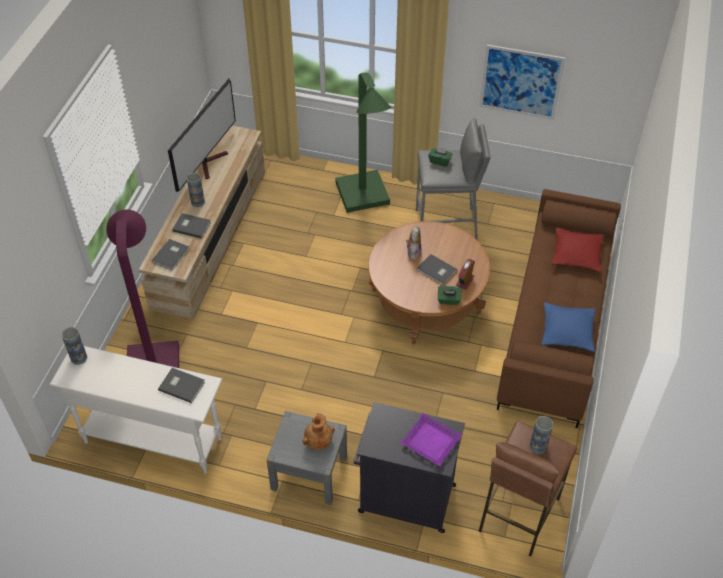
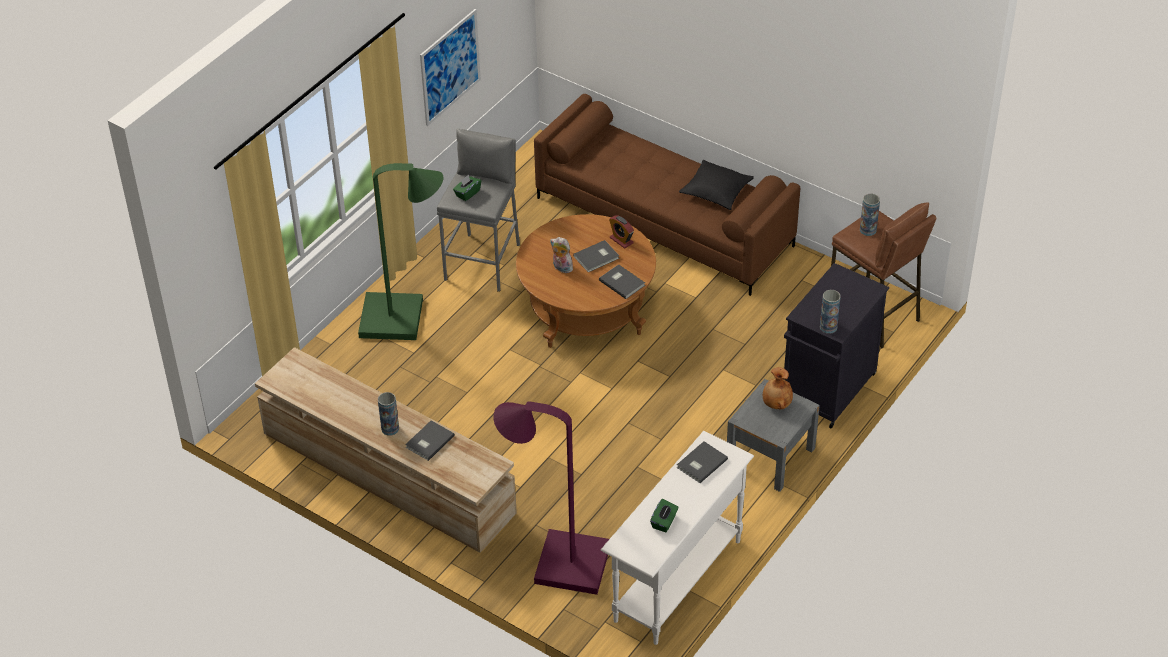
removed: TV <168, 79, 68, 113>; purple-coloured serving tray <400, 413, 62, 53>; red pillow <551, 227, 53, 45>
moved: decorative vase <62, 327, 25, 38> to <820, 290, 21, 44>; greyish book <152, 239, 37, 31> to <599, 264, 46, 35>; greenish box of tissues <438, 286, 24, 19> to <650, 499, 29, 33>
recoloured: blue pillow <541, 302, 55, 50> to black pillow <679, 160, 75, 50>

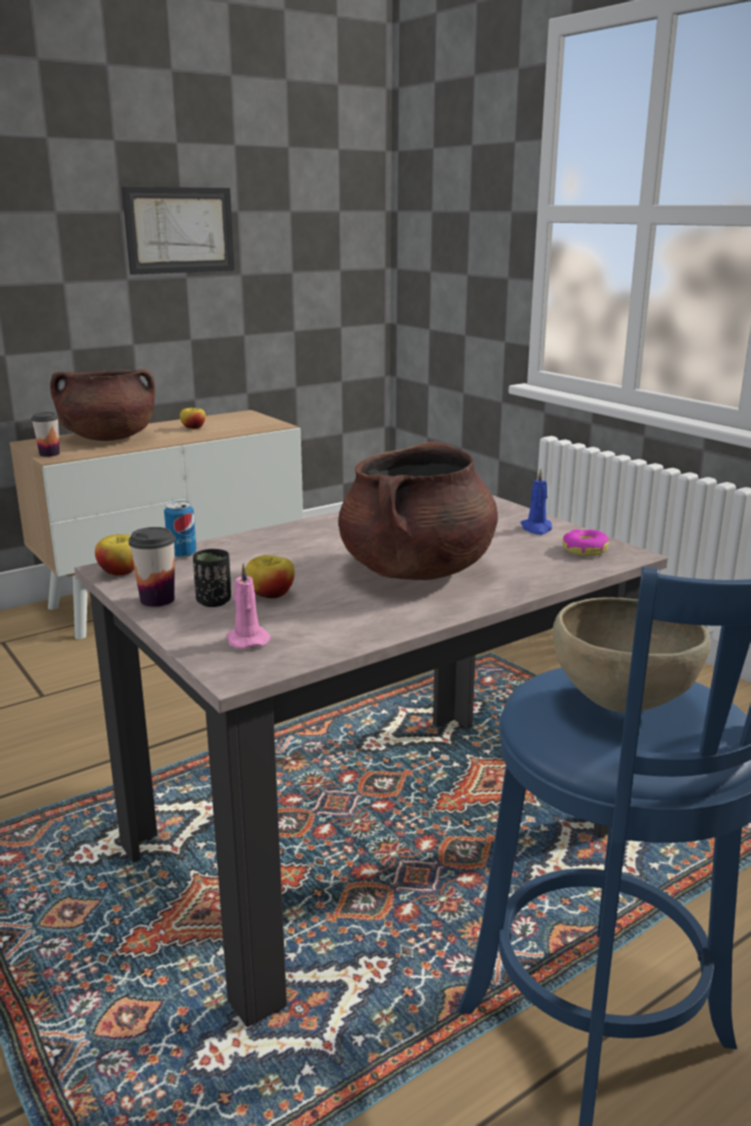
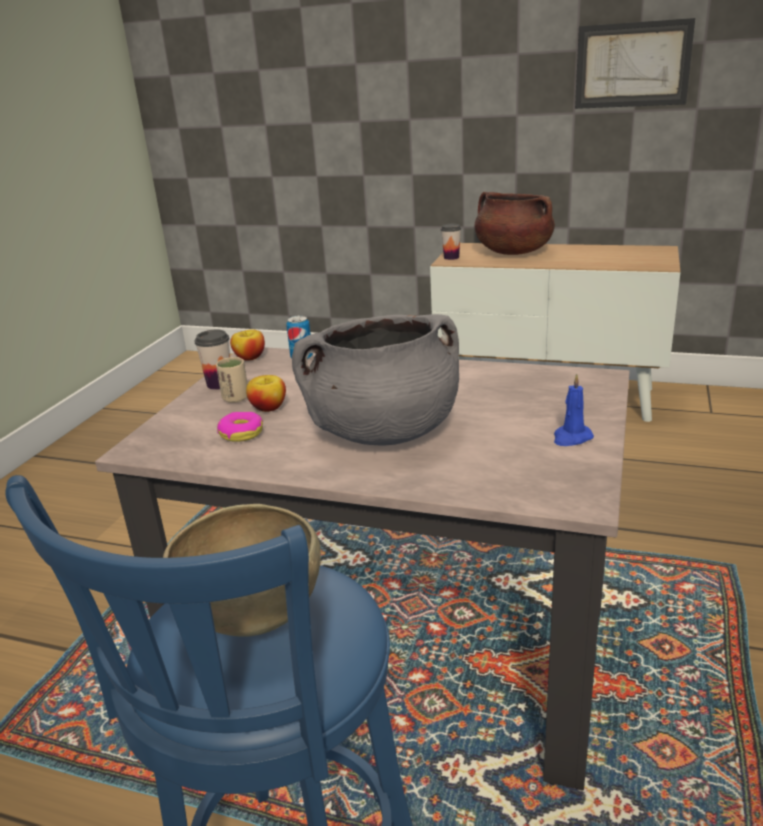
removed: apple <180, 408, 26, 21>; pinkish wax light <226, 563, 45, 86>
moved: donut <562, 529, 47, 27> to <217, 412, 46, 30>
recoloured: black drinking cup <193, 549, 38, 58> to beige-coloured drinking cup <216, 357, 32, 46>; brown stockpot <338, 441, 160, 139> to greyish stockpot <292, 314, 167, 132>

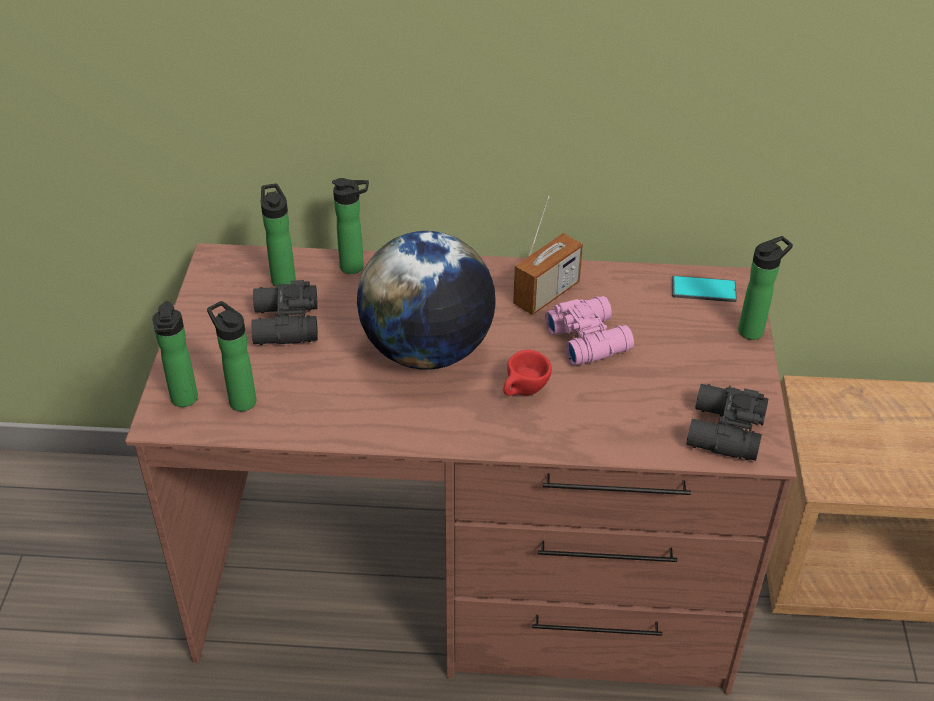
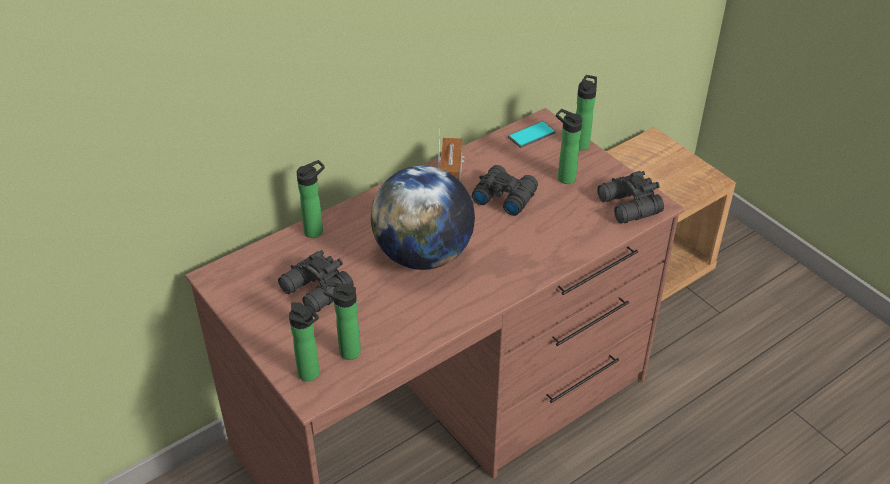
removed: red drinking cup <503, 349, 49, 47>
moved: beverage bottle <261, 184, 35, 103> to <556, 109, 26, 75>
recoloured: pinkish pair of binoculars <545, 296, 89, 69> to black pair of binoculars <472, 165, 66, 51>

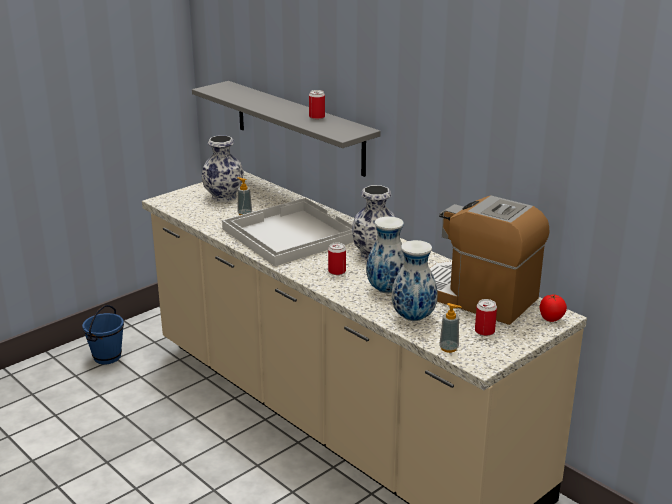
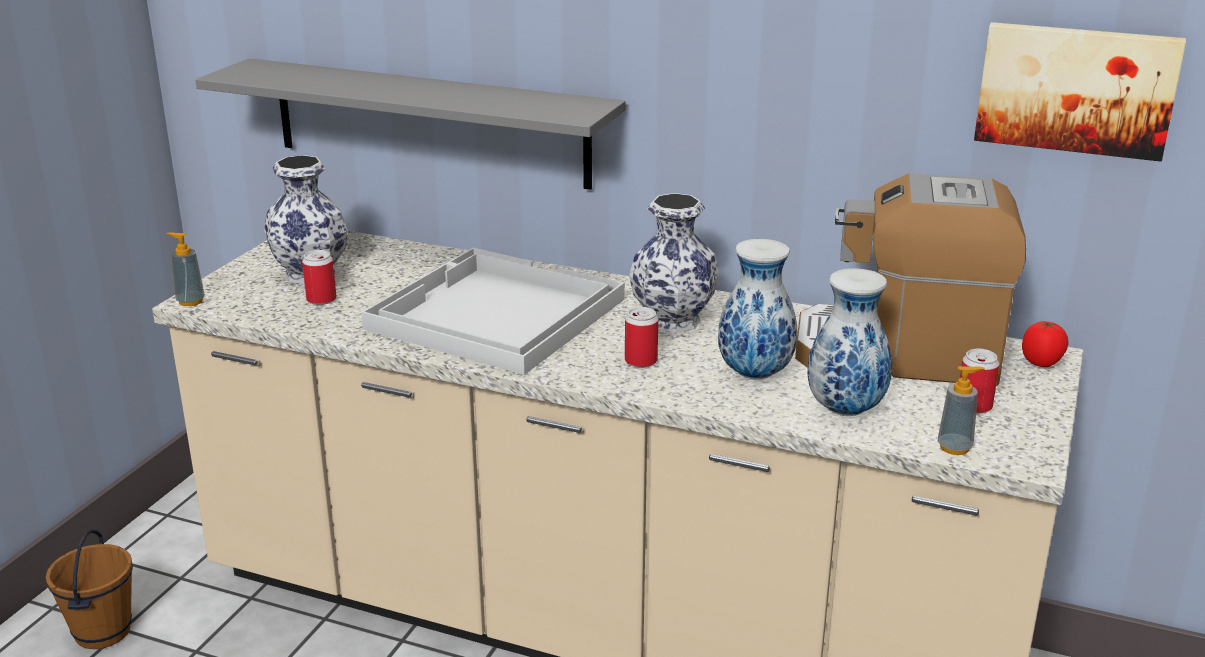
added: wall art <974, 22, 212, 140>
moved: soap dispenser <237, 177, 15, 38> to <166, 232, 39, 74>; sealed can <309, 90, 16, 30> to <302, 250, 35, 55>
recoloured: blue pail <82, 305, 42, 59> to brown pail <46, 529, 87, 120>

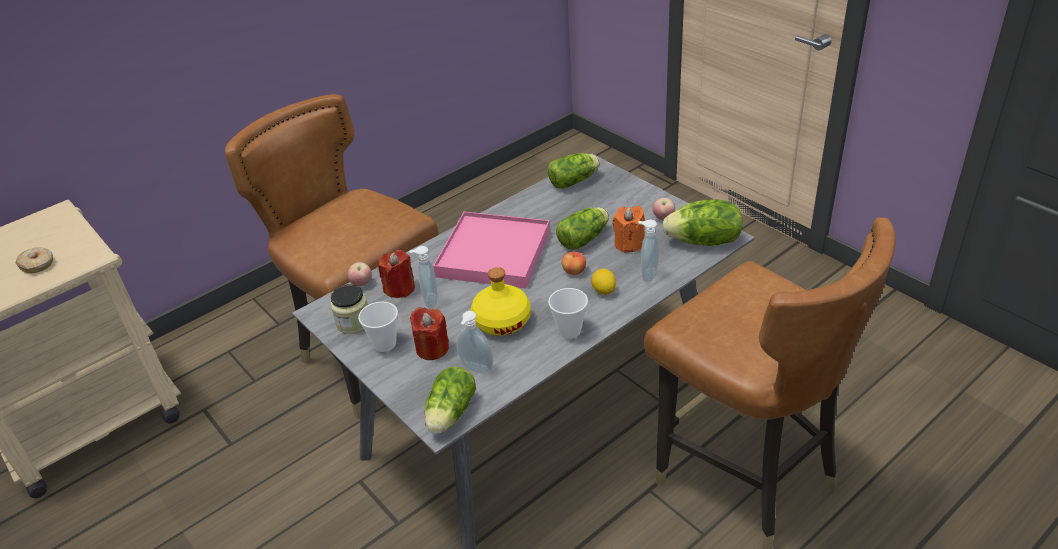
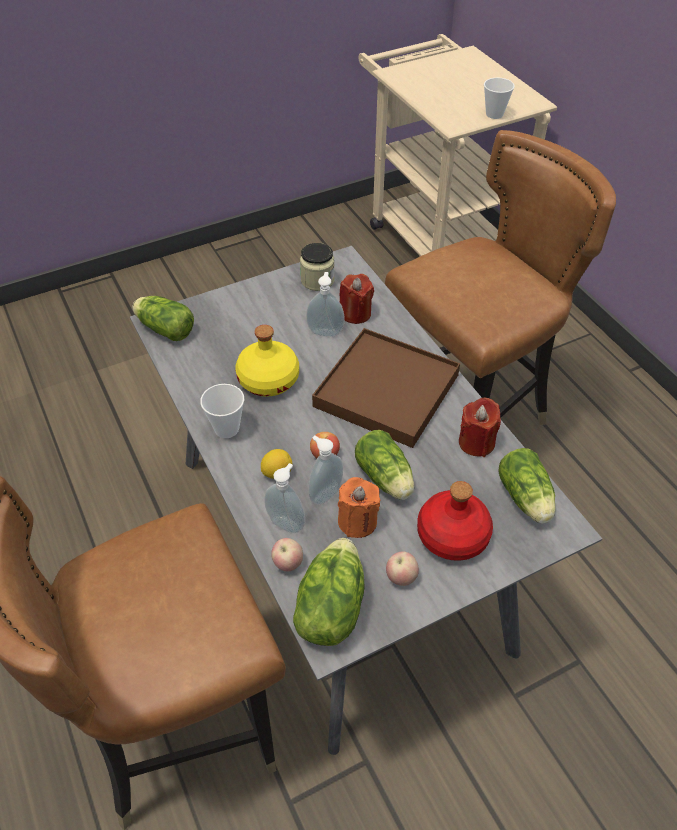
removed: donut <16, 247, 37, 26>
added: red beverage bottle <417, 481, 76, 80>
moved: apple <348, 262, 24, 24> to <271, 538, 32, 34>; drinking cup <358, 302, 40, 50> to <484, 78, 31, 41>; red wax light <410, 307, 39, 53> to <459, 398, 42, 59>; soap dispenser <457, 311, 36, 63> to <308, 436, 35, 69>
recoloured: pinkish serving tray <433, 212, 117, 77> to brown serving tray <312, 328, 148, 120>

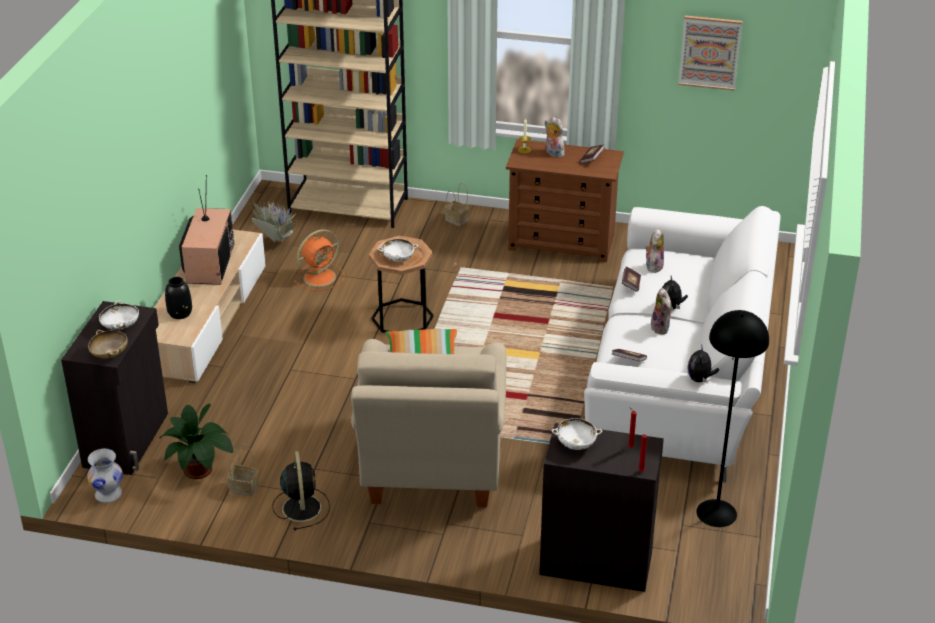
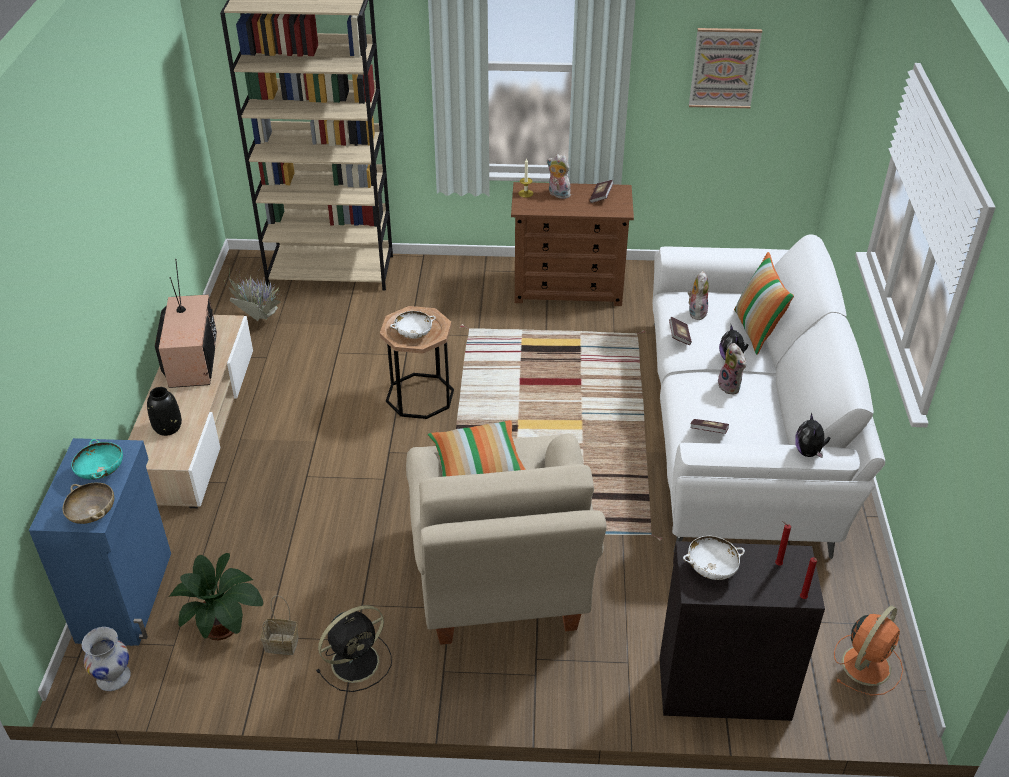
removed: storage basket <444, 183, 26, 43>; black floor lamp <696, 310, 73, 217>
added: pillow <734, 252, 60, 102>
moved: orange fan <294, 229, 51, 62> to <834, 606, 69, 90>
recoloured: black storage cabinet <61, 301, 107, 174> to blue storage cabinet <29, 438, 142, 208>; whitish deep dish <99, 301, 40, 29> to turquoise-coloured deep dish <71, 439, 52, 41>
turned: black fan <272, 451, 58, 79> = <316, 605, 76, 87> 75 degrees clockwise

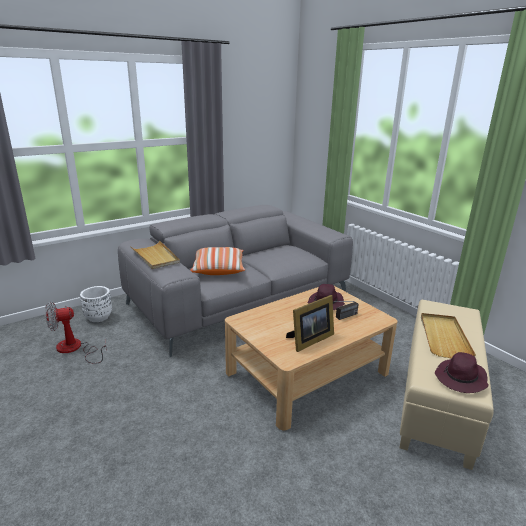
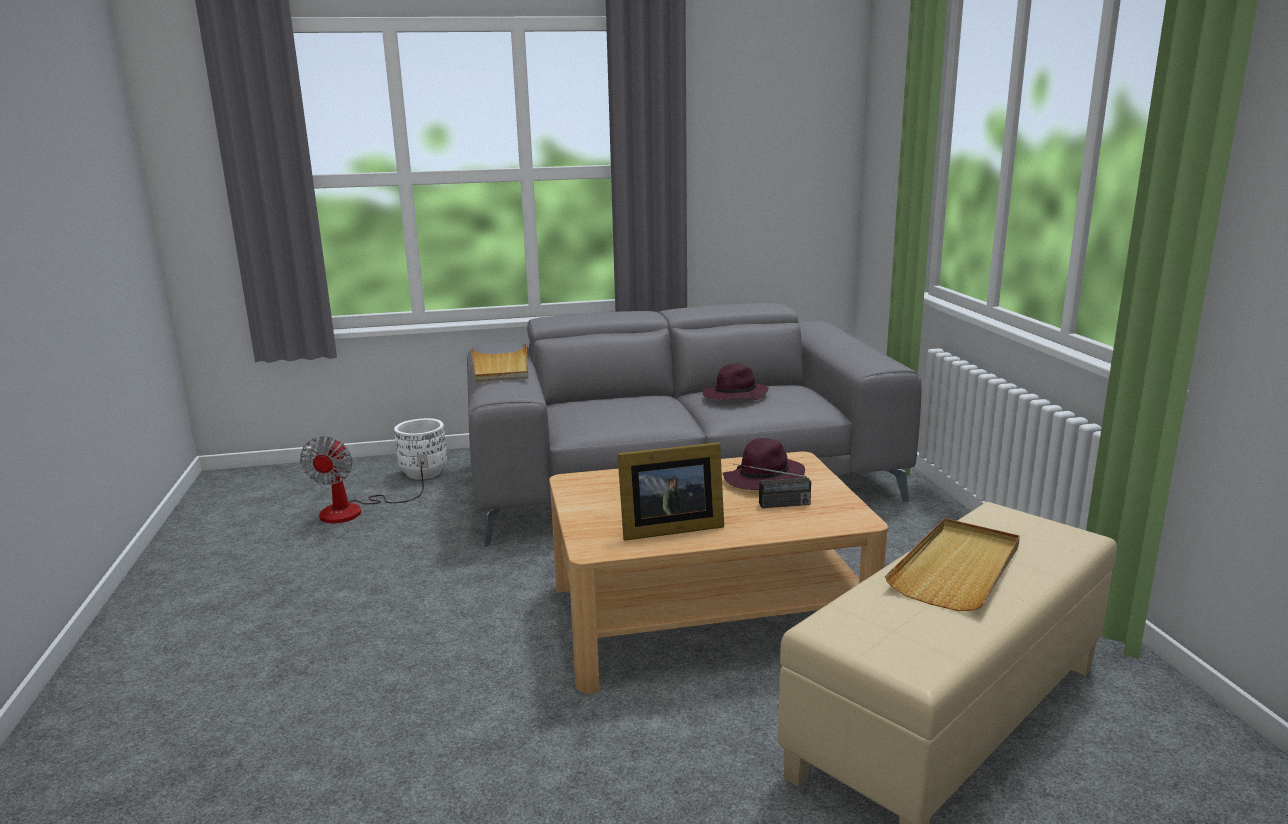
removed: pillow <190, 247, 55, 28>
moved: purple-coloured hat <435, 352, 54, 41> to <702, 363, 67, 37>
turned: fan <45, 302, 62, 62> = <300, 436, 128, 87> 90 degrees counterclockwise

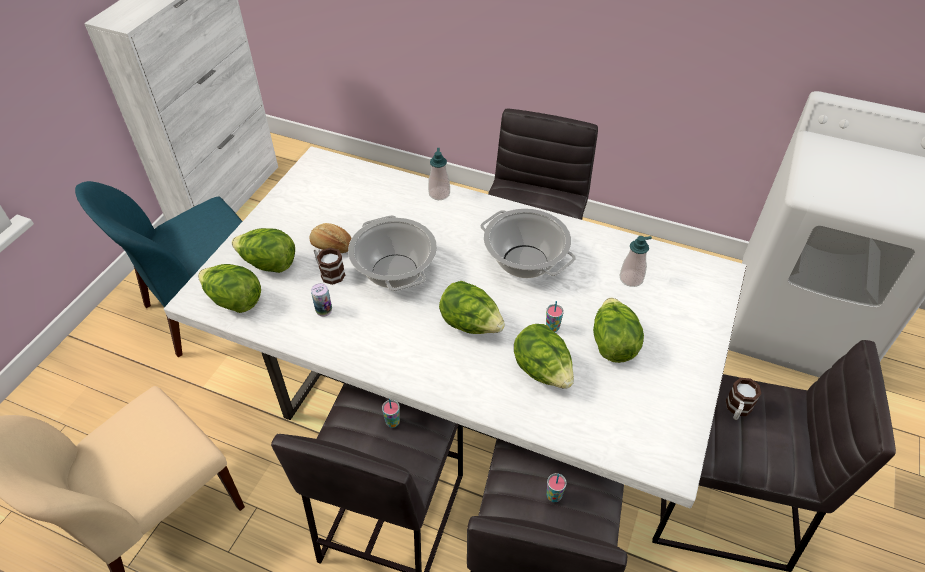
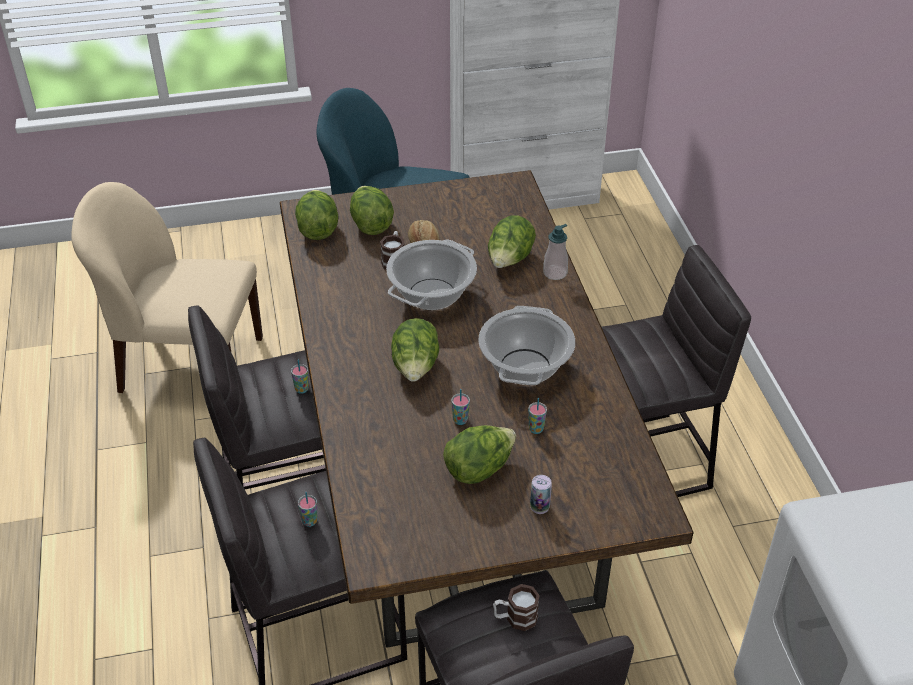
removed: soap dispenser <620, 236, 32, 51>
added: drinking cup <528, 398, 19, 36>
moved: sealed can <311, 283, 21, 34> to <530, 475, 22, 39>; lettuce <514, 324, 60, 65> to <488, 215, 48, 53>
recoloured: whitish dinner table <164, 146, 583, 362> to brown dinner table <280, 170, 413, 478>

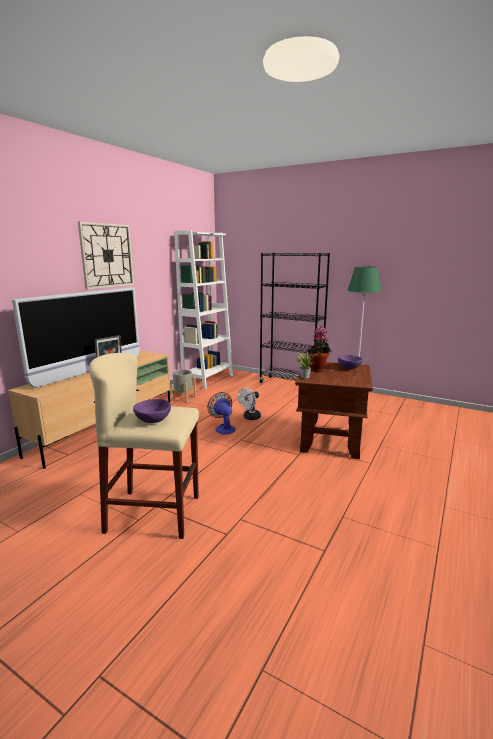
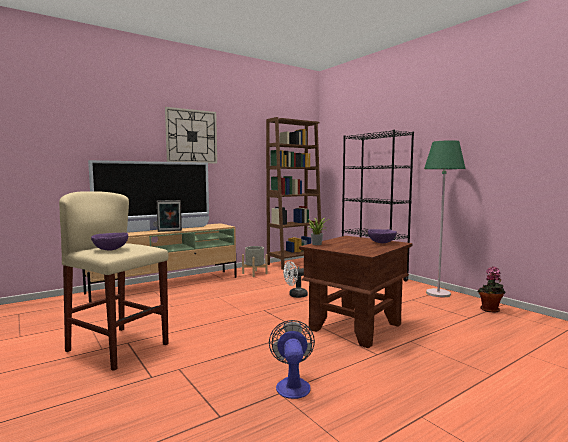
moved: fan <207, 392, 28, 42> to <269, 320, 46, 79>; houseplant <307, 326, 25, 46> to <477, 266, 29, 47>
recoloured: whitish bookcase <174, 230, 59, 159> to brown bookcase <266, 117, 56, 153>

